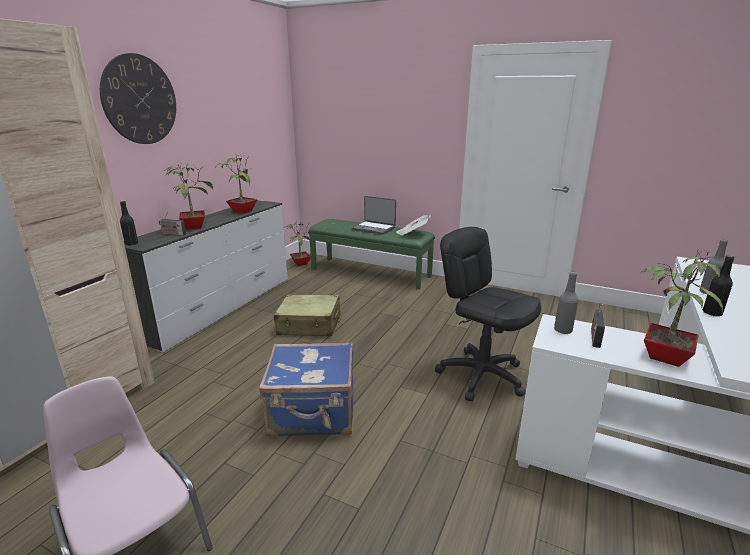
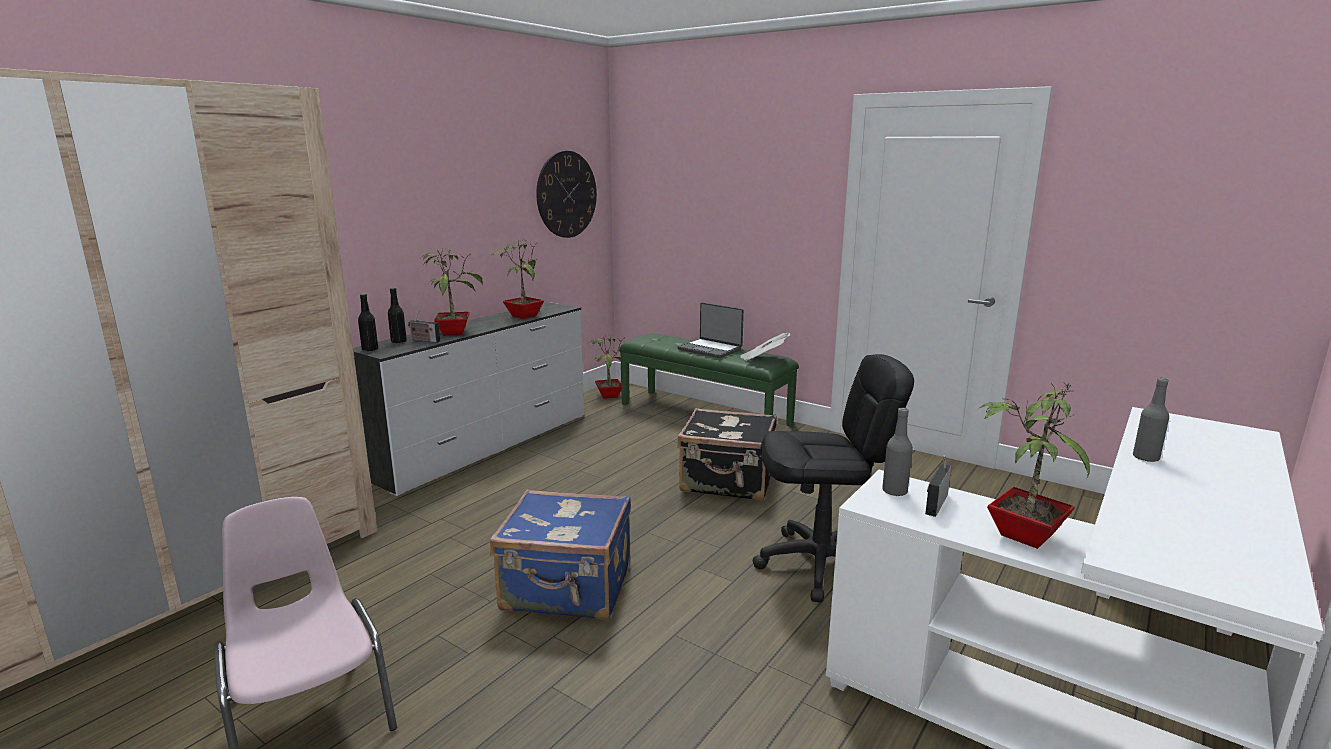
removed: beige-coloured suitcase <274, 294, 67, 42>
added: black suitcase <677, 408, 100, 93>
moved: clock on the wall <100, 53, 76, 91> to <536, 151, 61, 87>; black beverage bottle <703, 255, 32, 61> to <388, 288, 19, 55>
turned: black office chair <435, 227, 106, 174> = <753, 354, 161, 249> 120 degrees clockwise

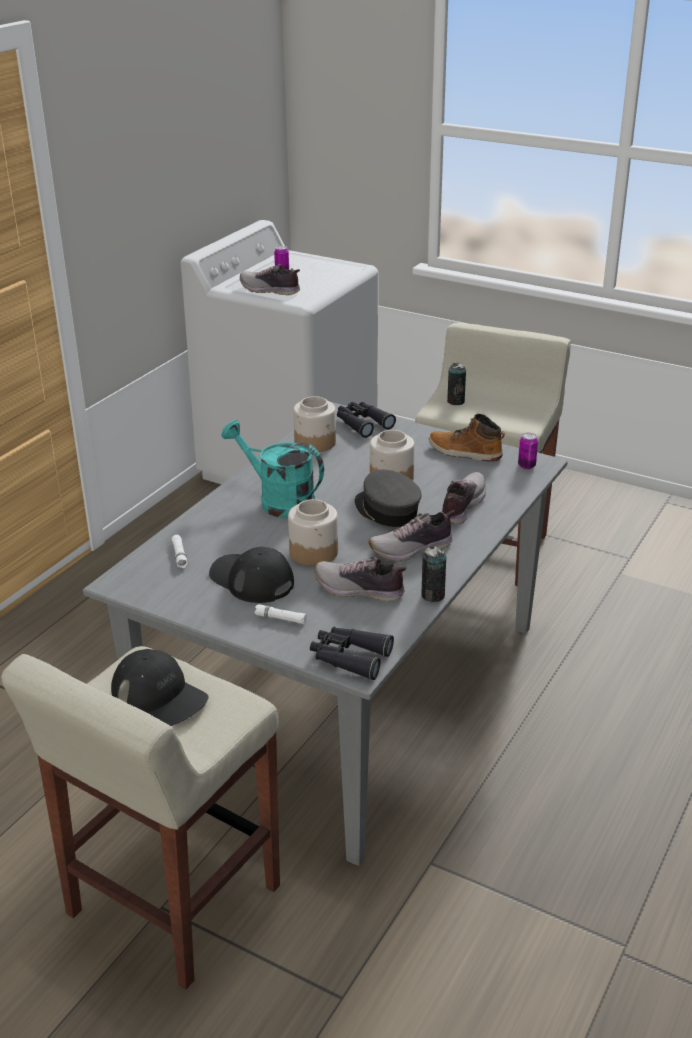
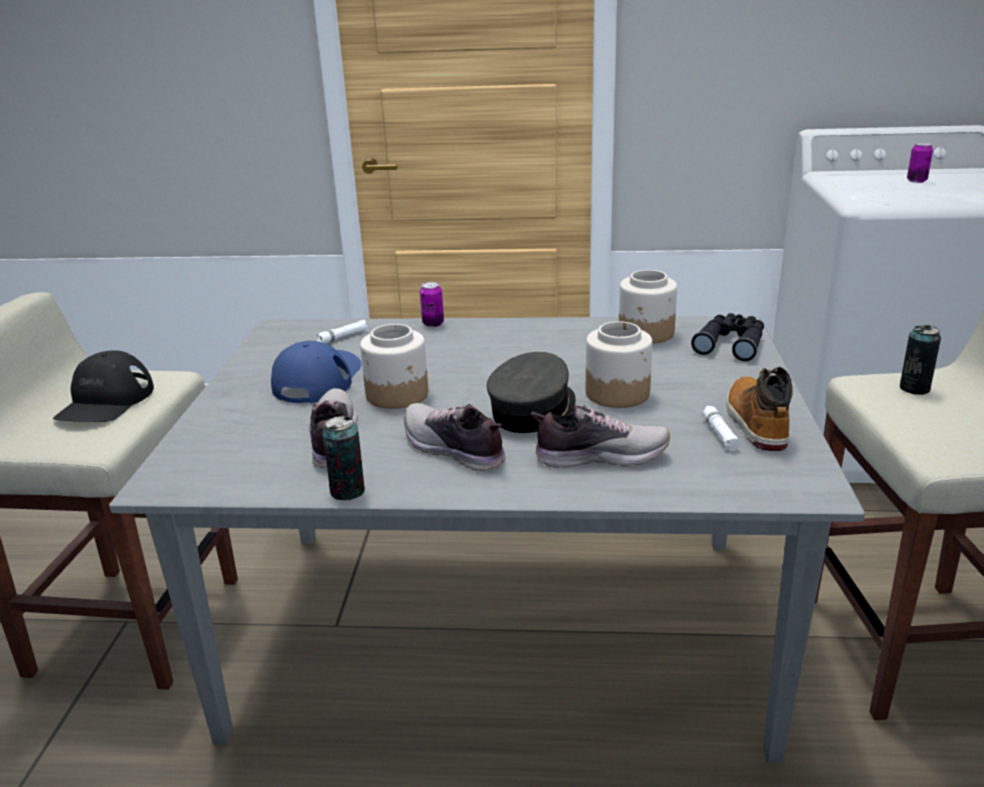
removed: turquoise-coloured sprinkling can <222, 420, 102, 99>; low shoe <240, 264, 60, 31>; black pair of binoculars <310, 627, 84, 53>
moved: whitish hand torch <254, 604, 53, 20> to <702, 406, 38, 45>; sealed can <518, 433, 20, 36> to <420, 282, 24, 45>
recoloured: black cap <209, 546, 85, 57> to blue cap <271, 341, 91, 62>

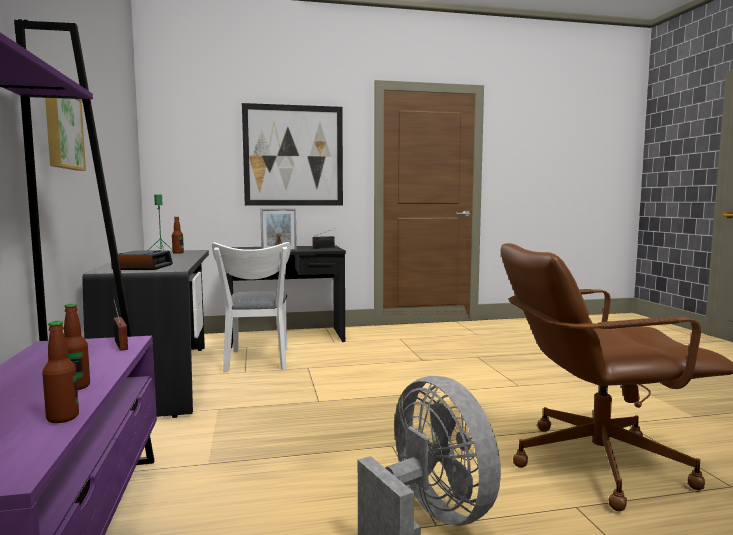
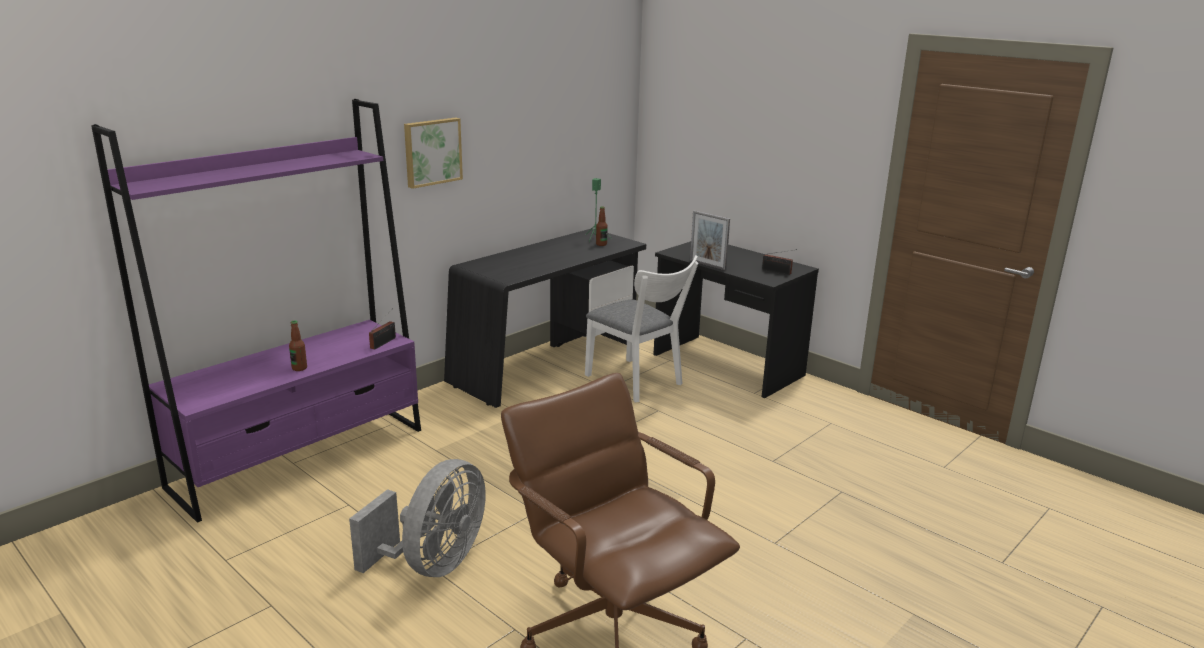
removed: beverage bottle <42, 321, 37, 102>; alarm clock <111, 250, 62, 20>; wall art <242, 103, 101, 103>
turned: whitish chair <212, 242, 79, 130> = <585, 255, 113, 147> 90 degrees counterclockwise

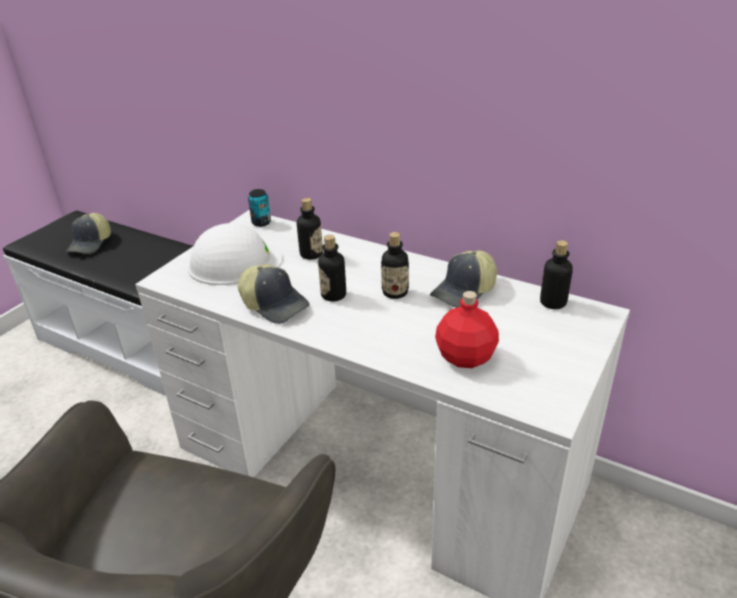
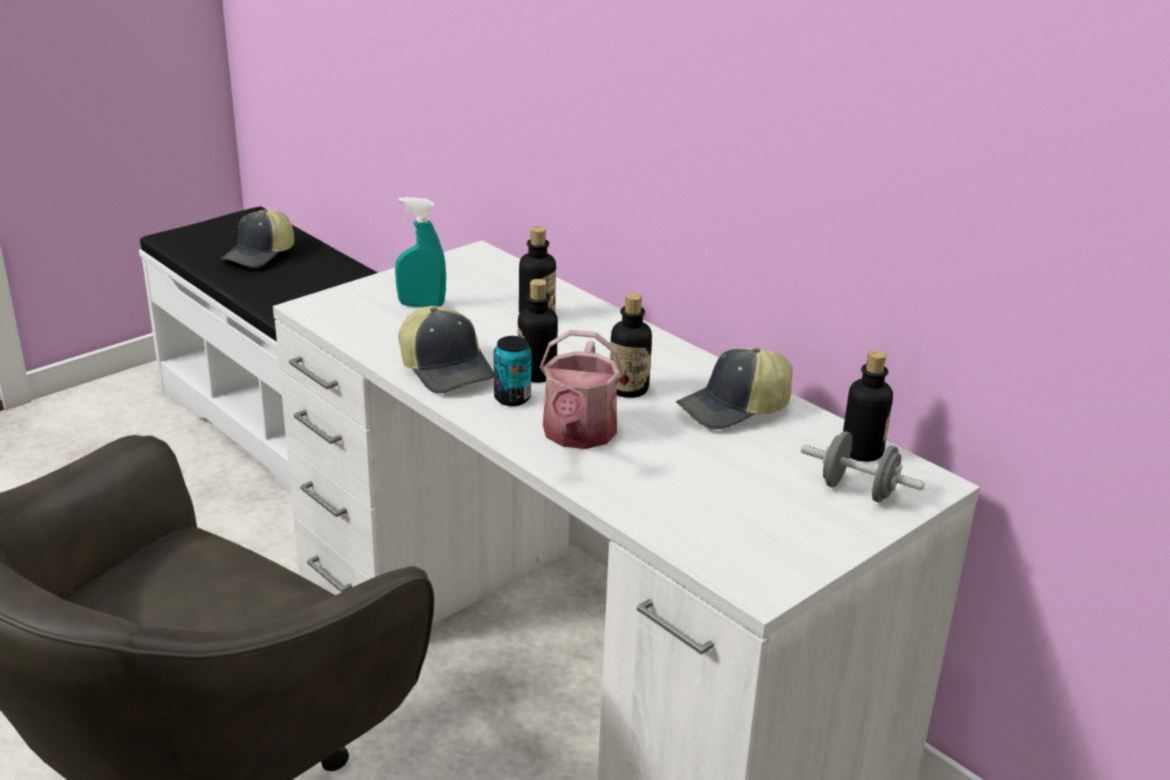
removed: red beverage bottle <435, 291, 64, 77>
added: sprinkling can <539, 330, 85, 119>; greyish hand weight <801, 431, 124, 71>
moved: sealed can <248, 189, 23, 38> to <494, 336, 37, 70>
replaced: whitish safety helmet <187, 223, 96, 62> to turquoise-coloured spray bottle <395, 197, 51, 110>

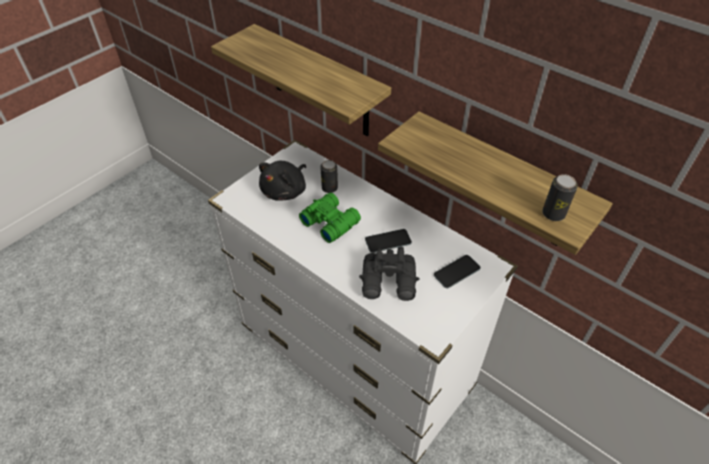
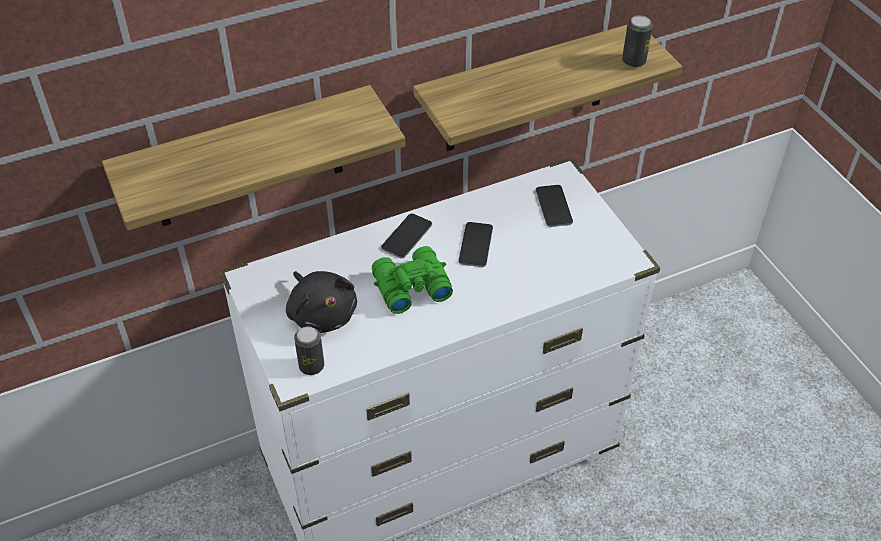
removed: black pair of binoculars <359, 247, 60, 54>
added: handset <381, 214, 51, 44>
moved: sealed can <320, 160, 18, 33> to <294, 326, 30, 49>

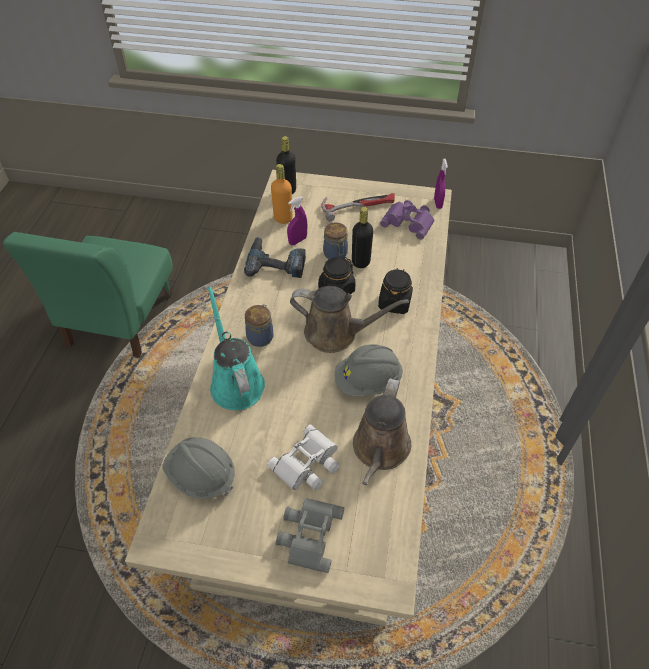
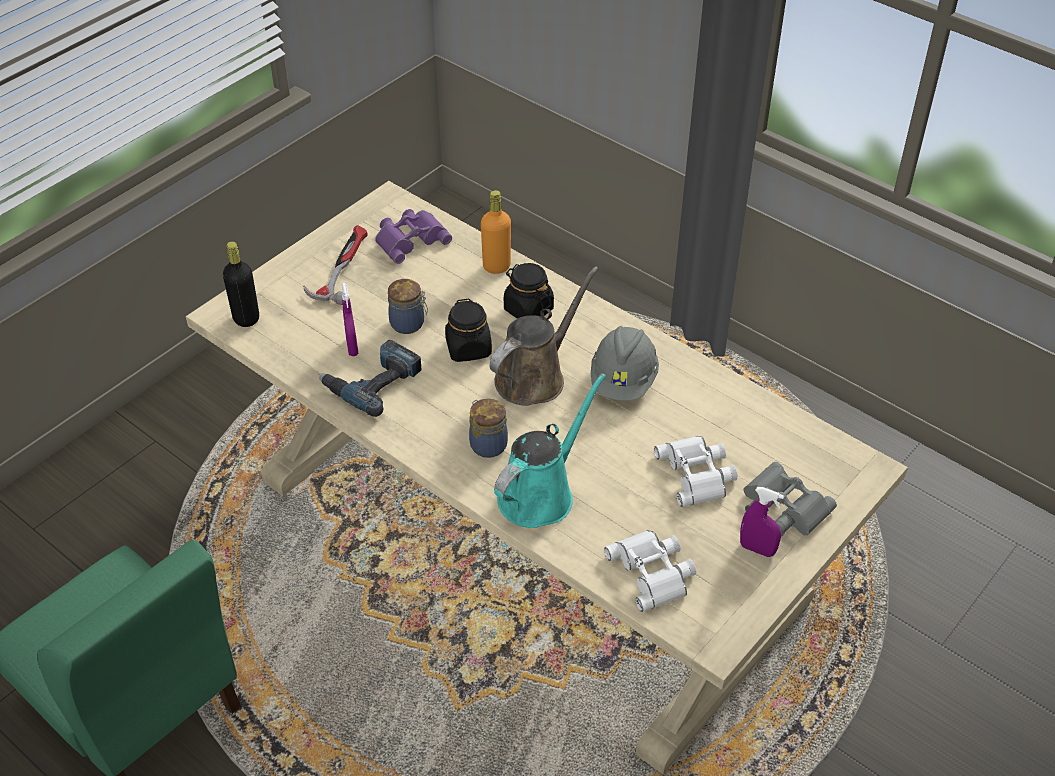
removed: black beverage bottle <352, 207, 21, 61>; brown sprinkling can <353, 378, 58, 107>
moved: orange beverage bottle <271, 164, 22, 60> to <481, 190, 30, 84>; purple-coloured spray bottle <434, 159, 14, 50> to <740, 487, 44, 70>
replaced: greyish safety helmet <163, 437, 72, 62> to whitish pair of binoculars <604, 530, 92, 82>
turned: turquoise-coloured sprinkling can <208, 286, 57, 124> = <494, 373, 112, 155> 120 degrees clockwise

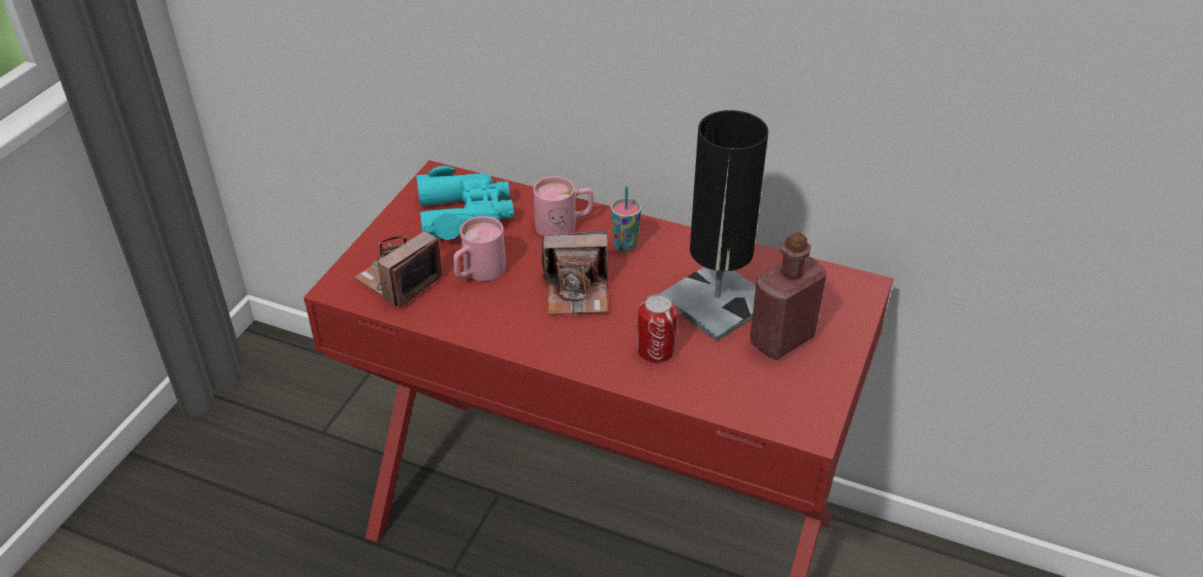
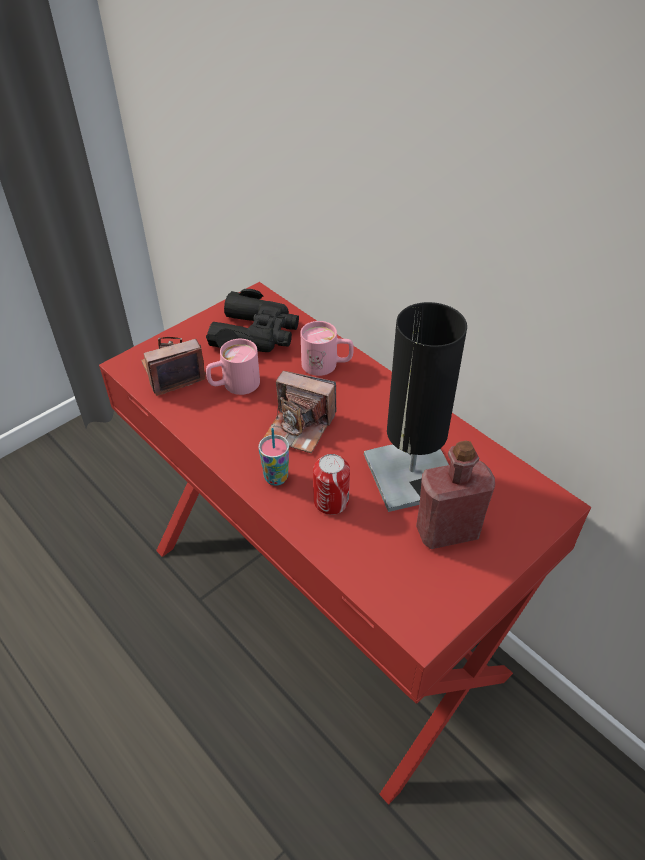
moved: drinking cup <611, 187, 30, 65> to <259, 428, 30, 58>
recoloured: turquoise-coloured pair of binoculars <416, 166, 98, 74> to black pair of binoculars <206, 289, 93, 63>

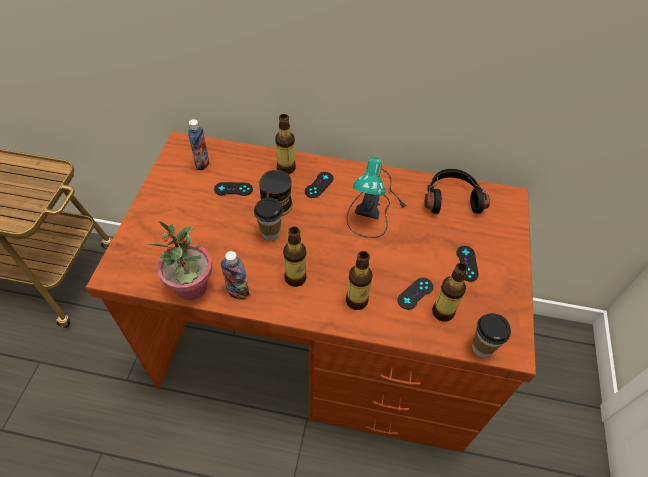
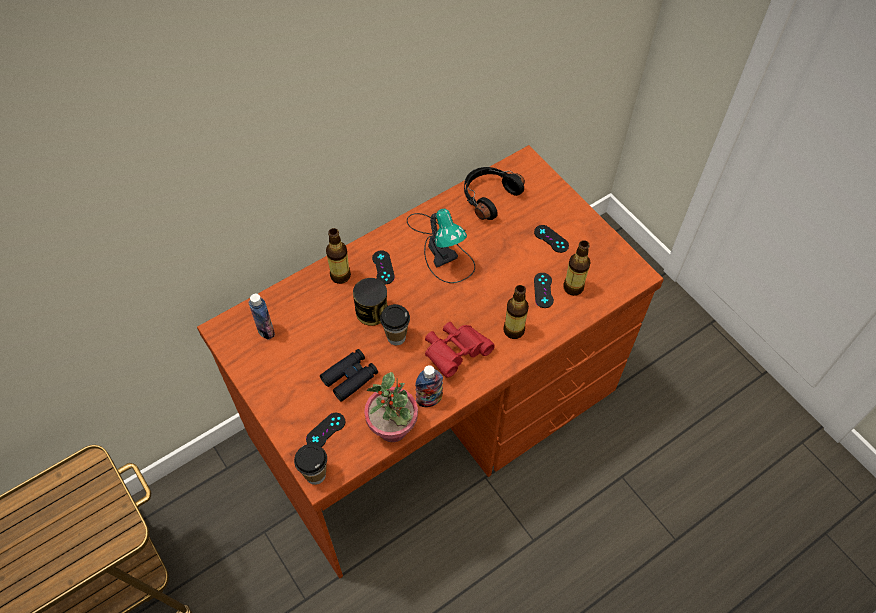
added: black pair of binoculars <320, 349, 58, 53>
moved: black gamepad <214, 182, 39, 14> to <306, 413, 39, 34>; drinking cup <472, 313, 39, 45> to <294, 444, 33, 41>
replaced: beverage bottle <283, 227, 24, 60> to red pair of binoculars <425, 322, 70, 56>

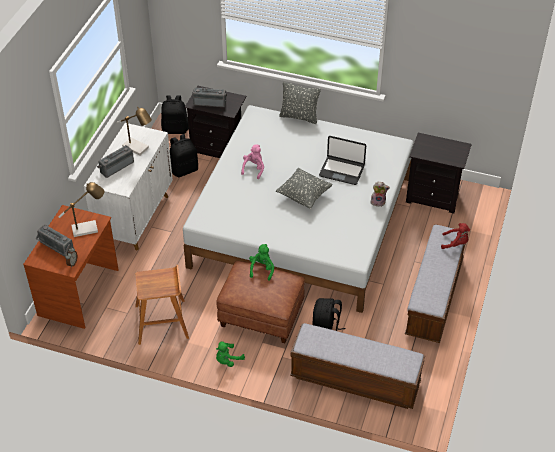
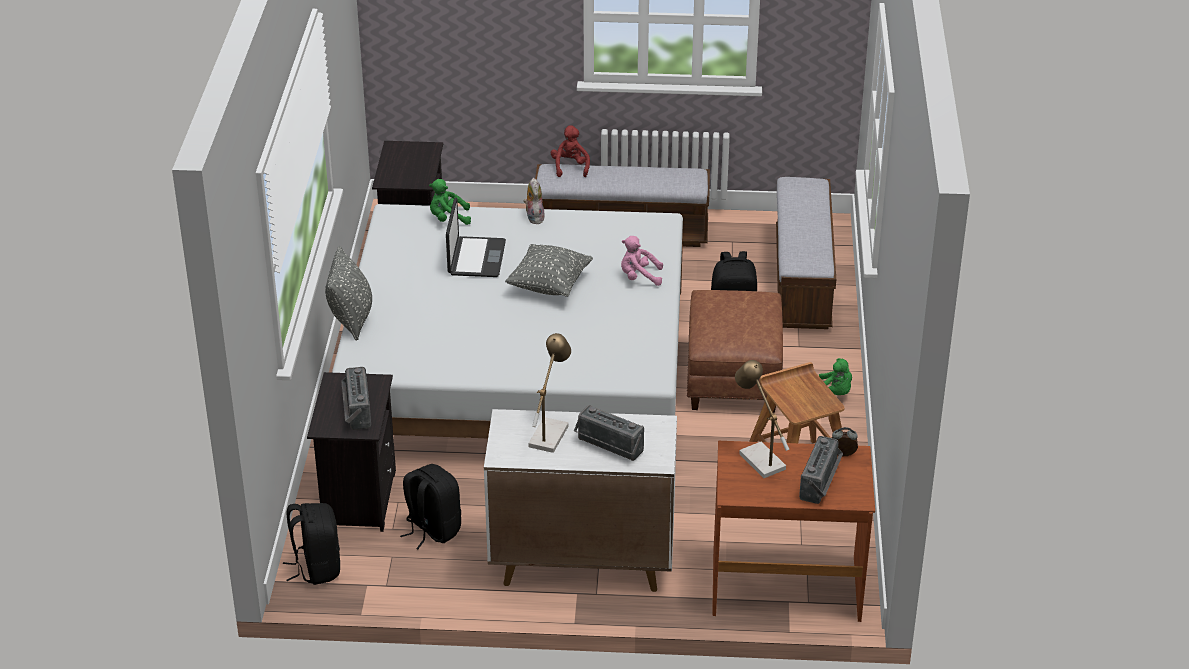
moved: pinkish soft toy <241, 144, 23, 35> to <621, 236, 42, 50>; greenish soft toy <249, 244, 25, 37> to <429, 179, 42, 46>

